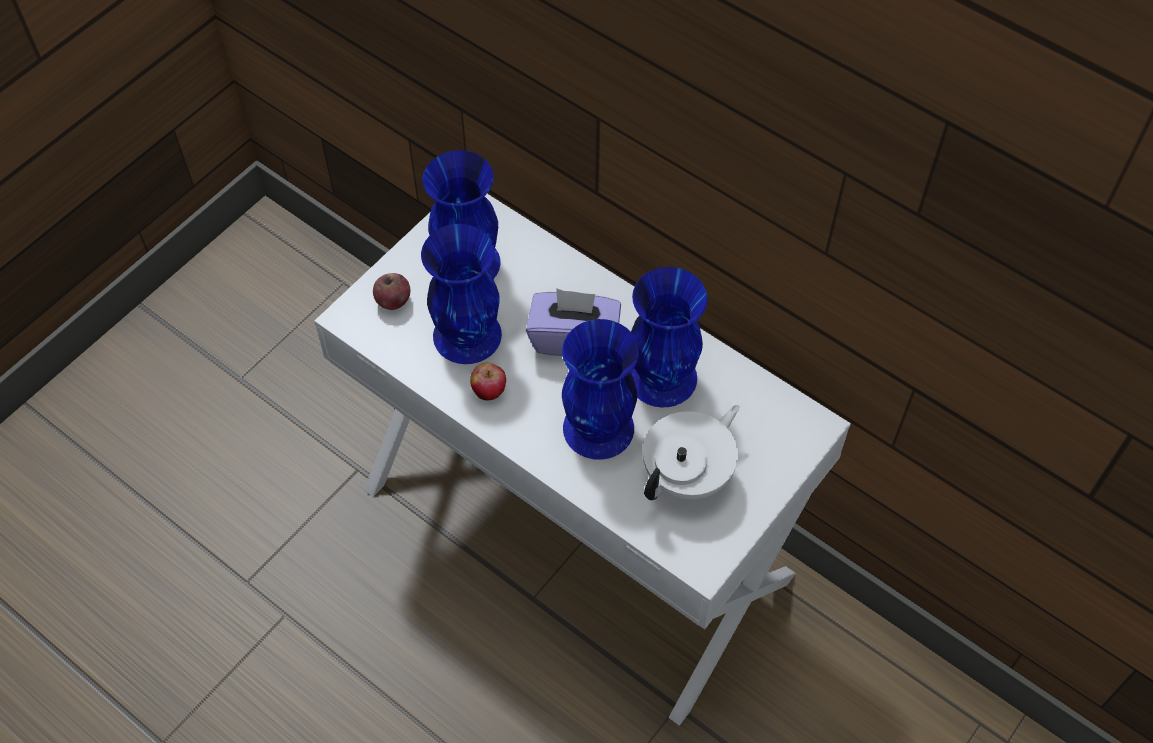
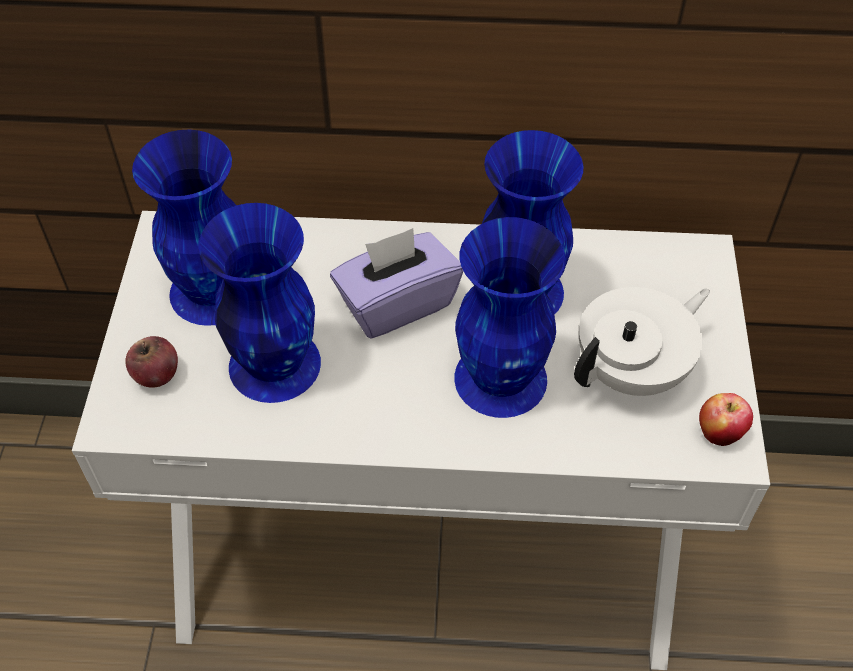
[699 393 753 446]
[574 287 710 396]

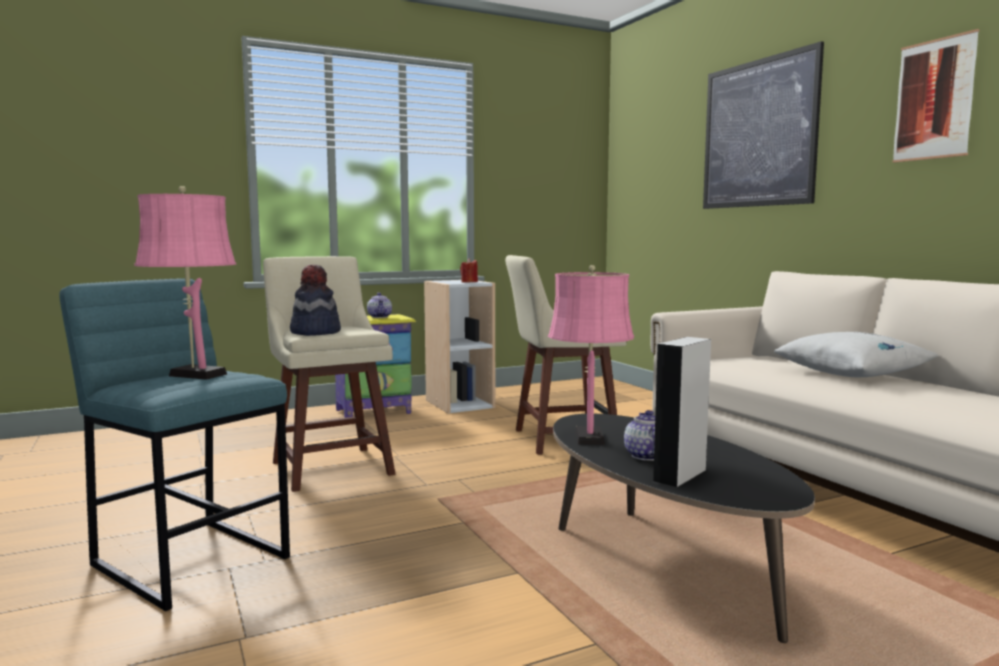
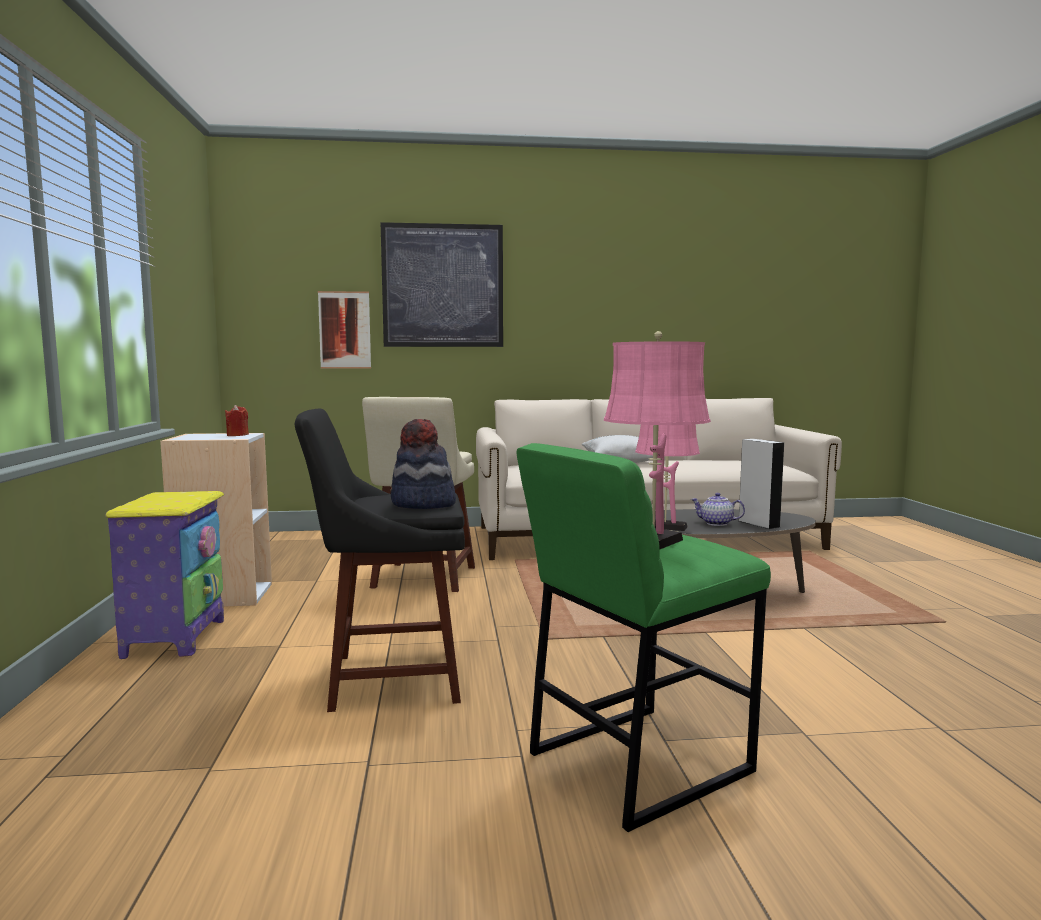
[517 443 771 832]
[295 409 465 712]
[367 293 392 318] (first image)
[318 291 371 369]

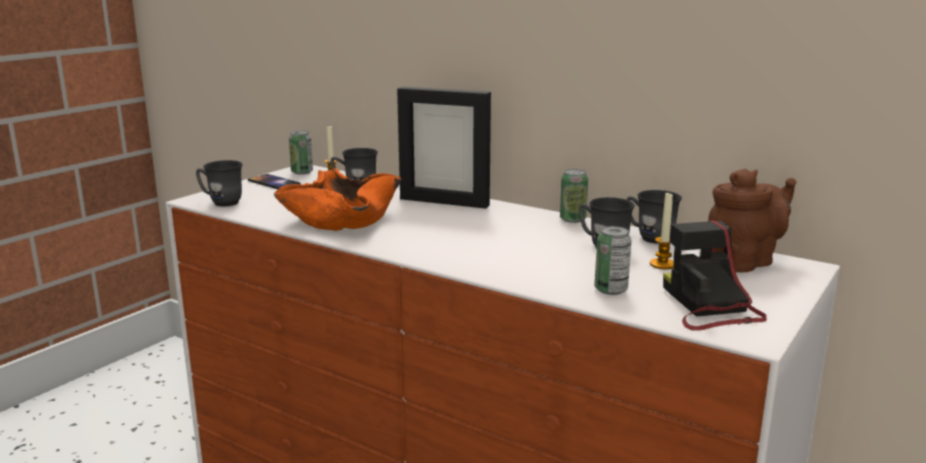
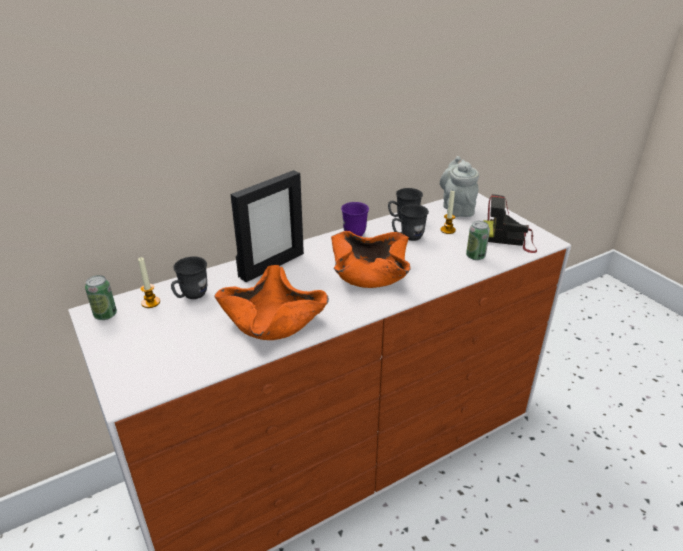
[196 160 242 206] (first image)
[248 174 301 189] (first image)
[341 202 369 237]
[440 156 479 217]
[331 231 411 288]

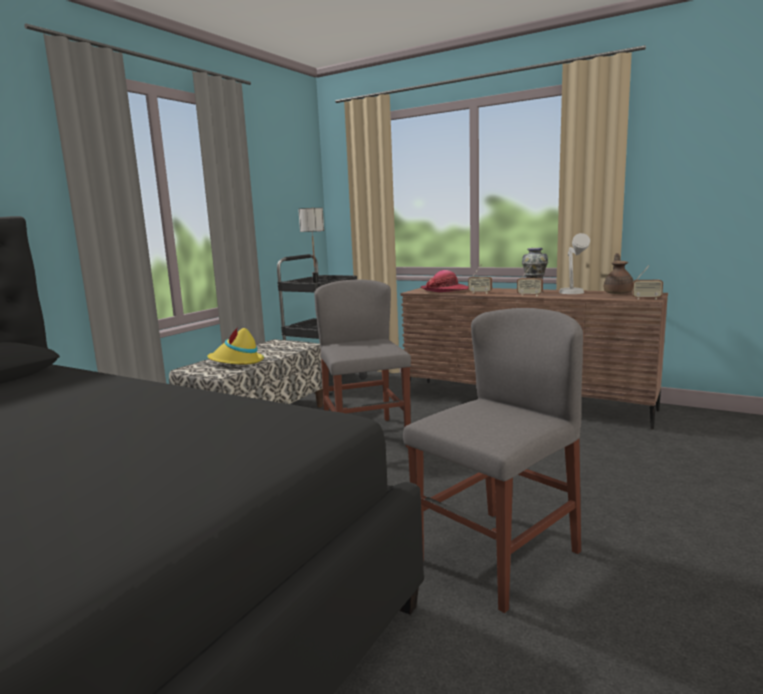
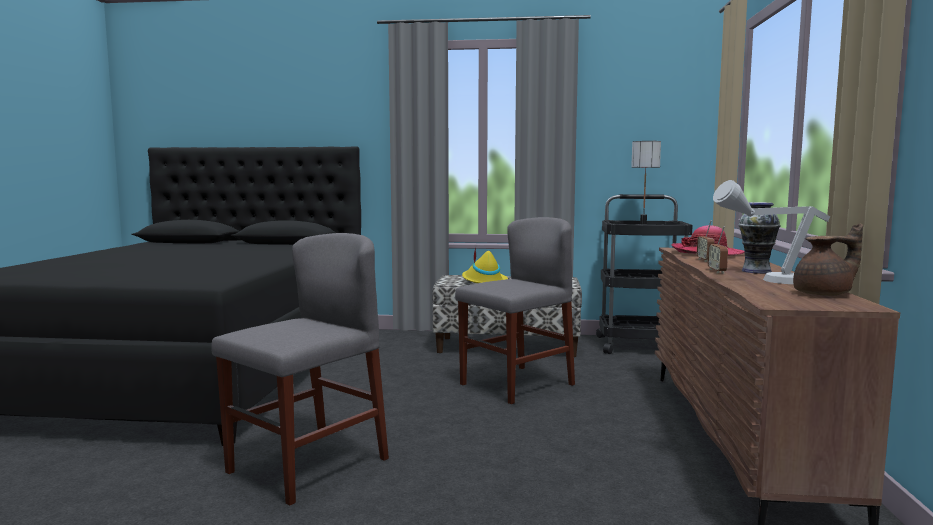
[211 233 389 505]
[632 266 663 299] (first image)

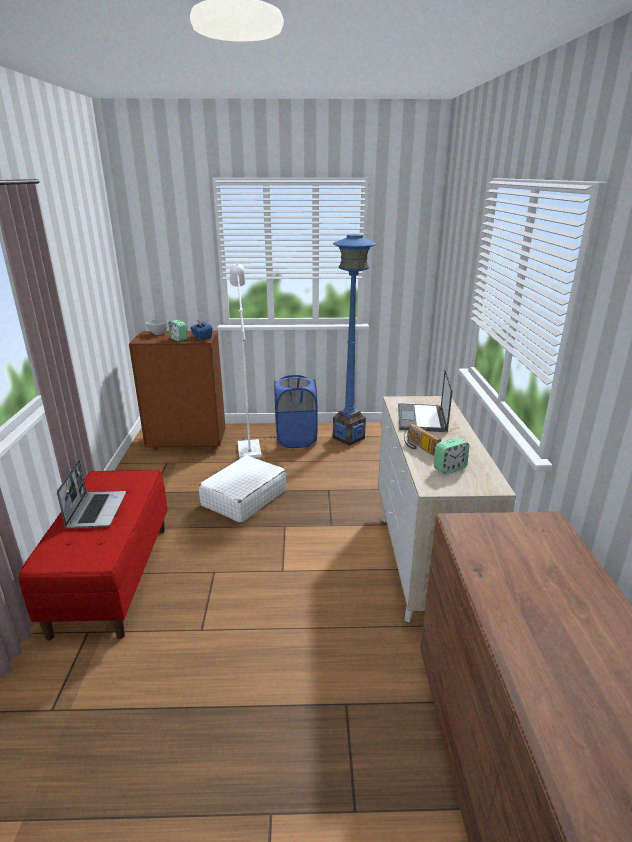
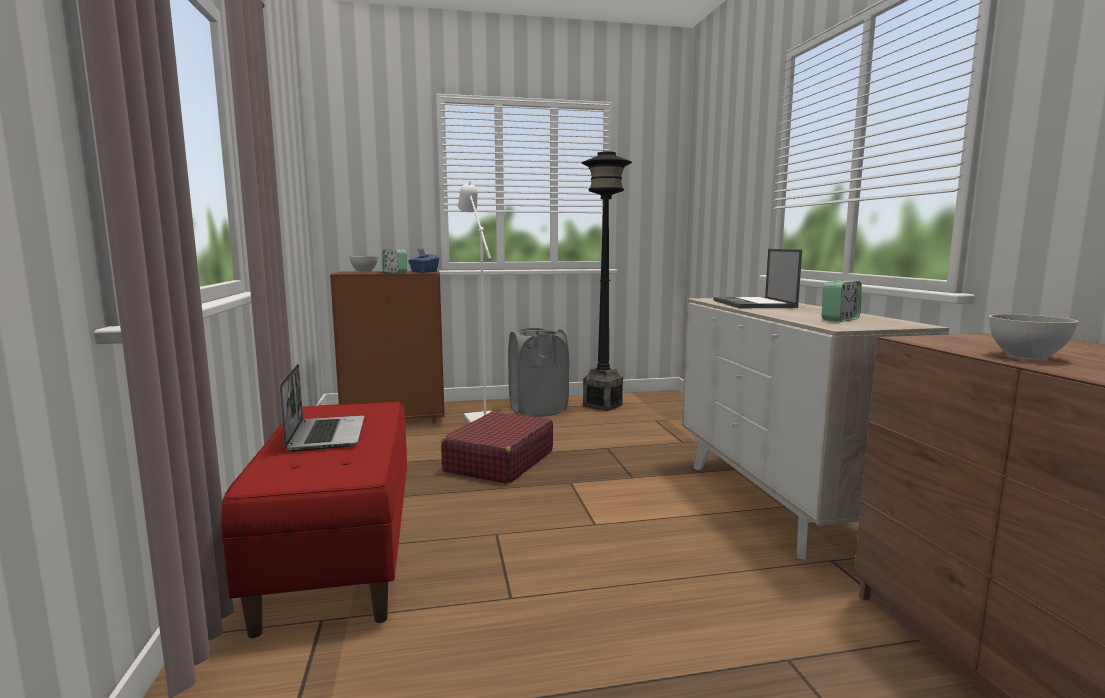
[441 412 553 484]
[508 328 569 417]
[582 151 632 411]
[404 424 441 456] (first image)
[989 314 1078 359]

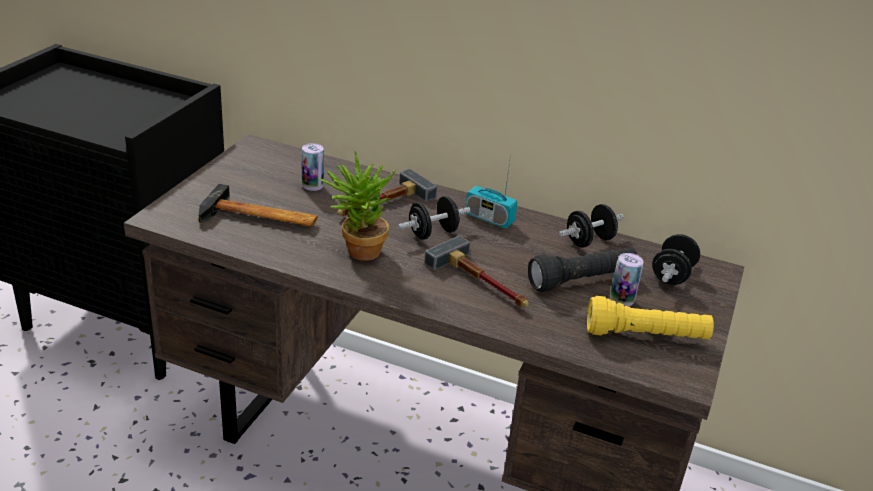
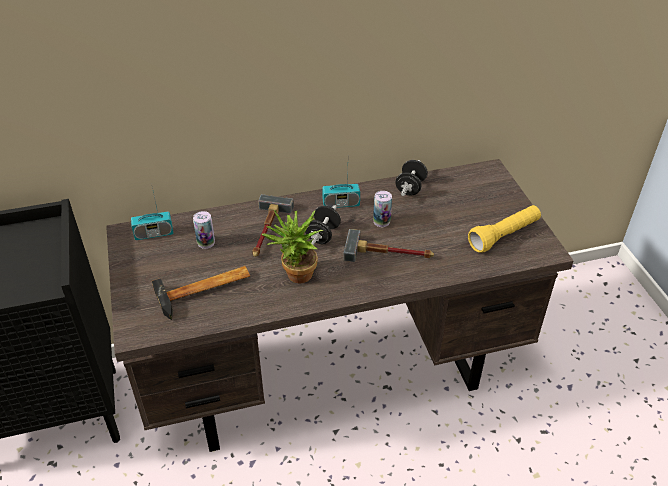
[528 247 637 292] (first image)
[373 191 392 227]
[652 234 700 285] (first image)
[131 188 173 240]

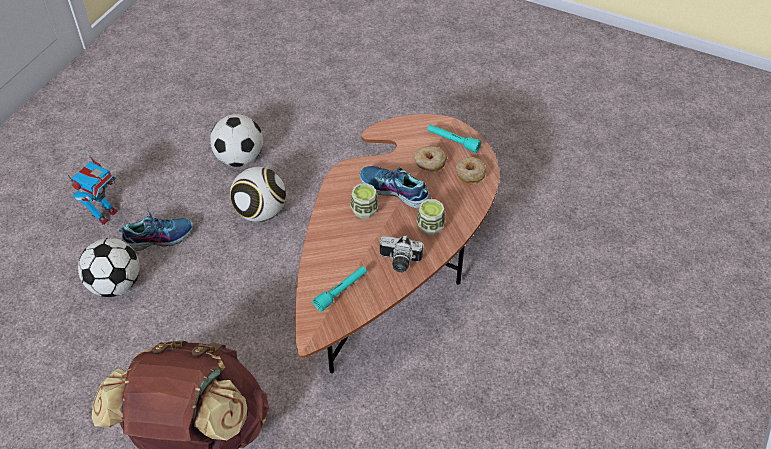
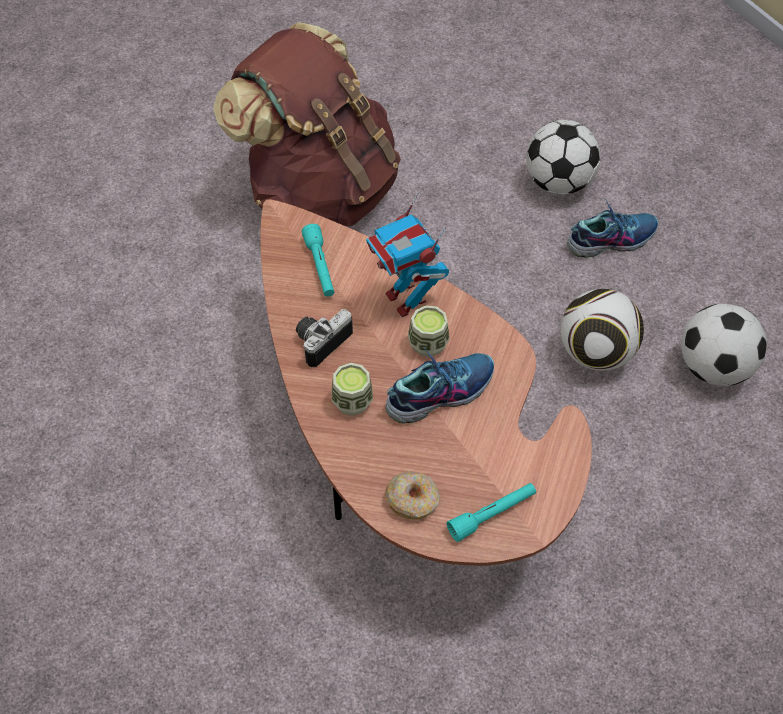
[366 192 449 317]
[567 199 658 258]
[414 146 447 172] (first image)

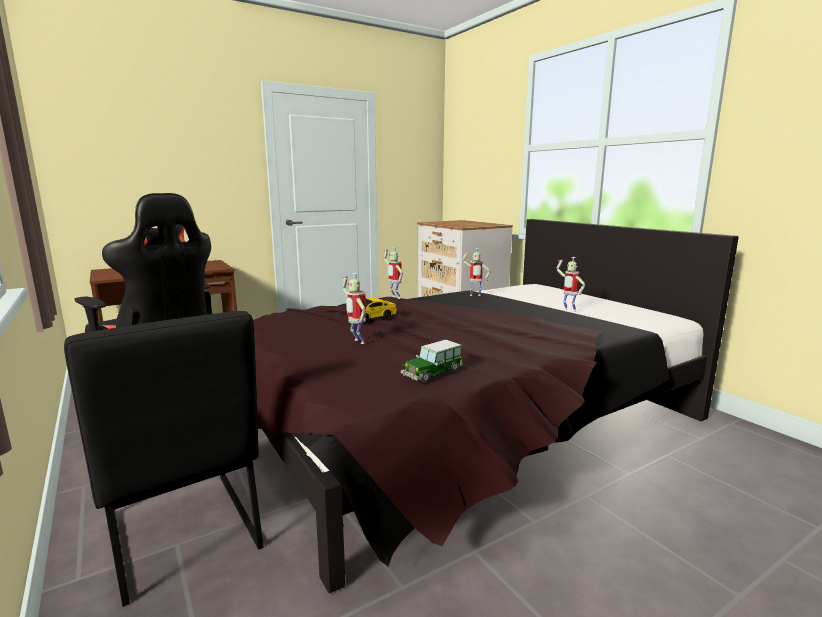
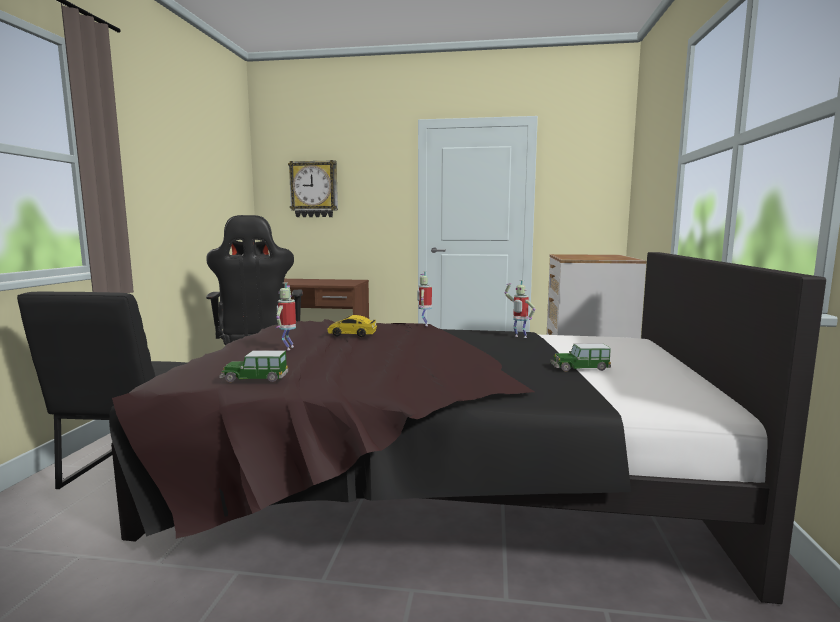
[550 343 611 372]
[288 160 338 217]

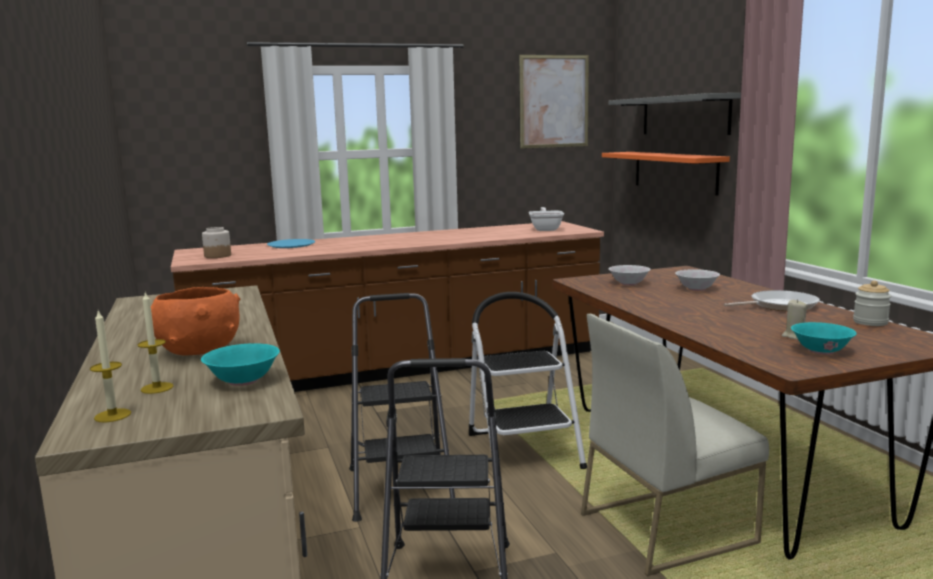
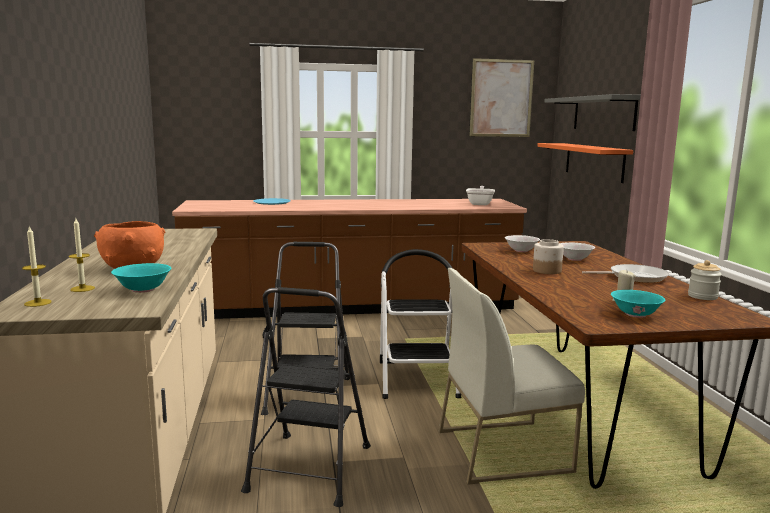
[533 239 564 274]

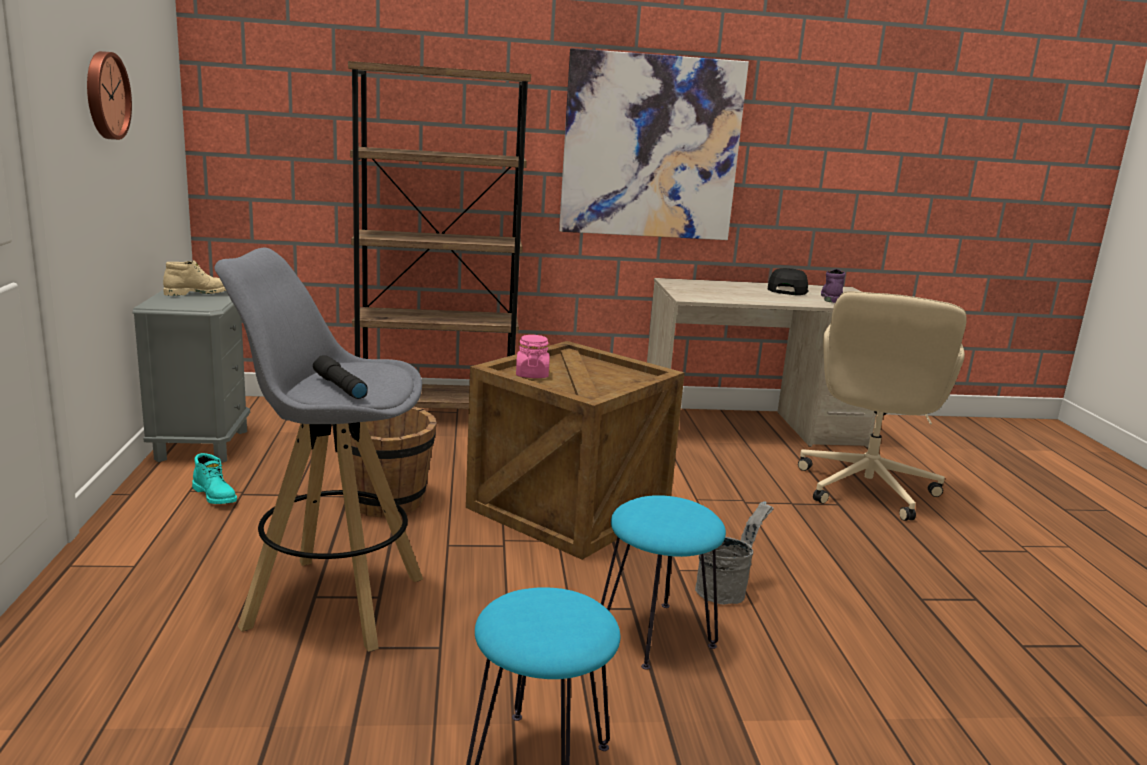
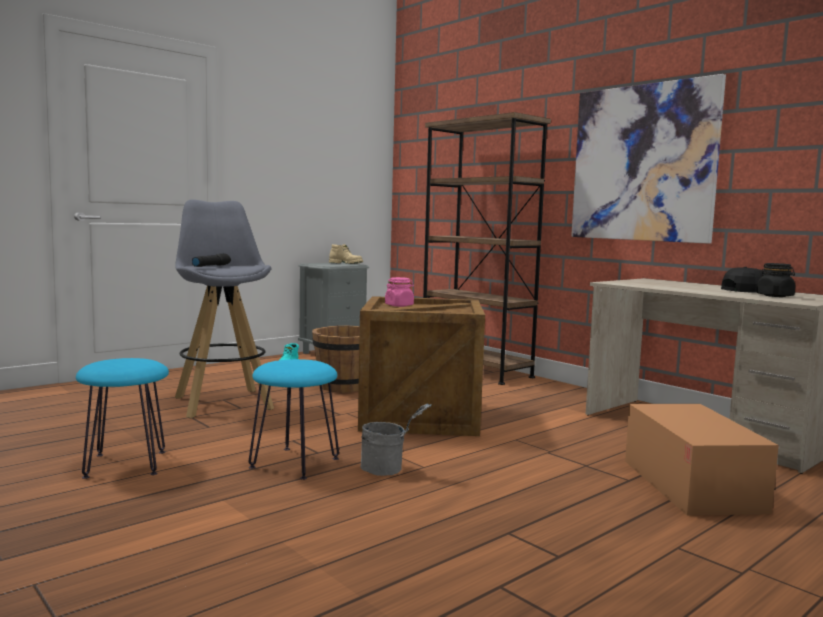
[87 51 132 140] (first image)
[625 404 779 516]
[757 263 796 297]

